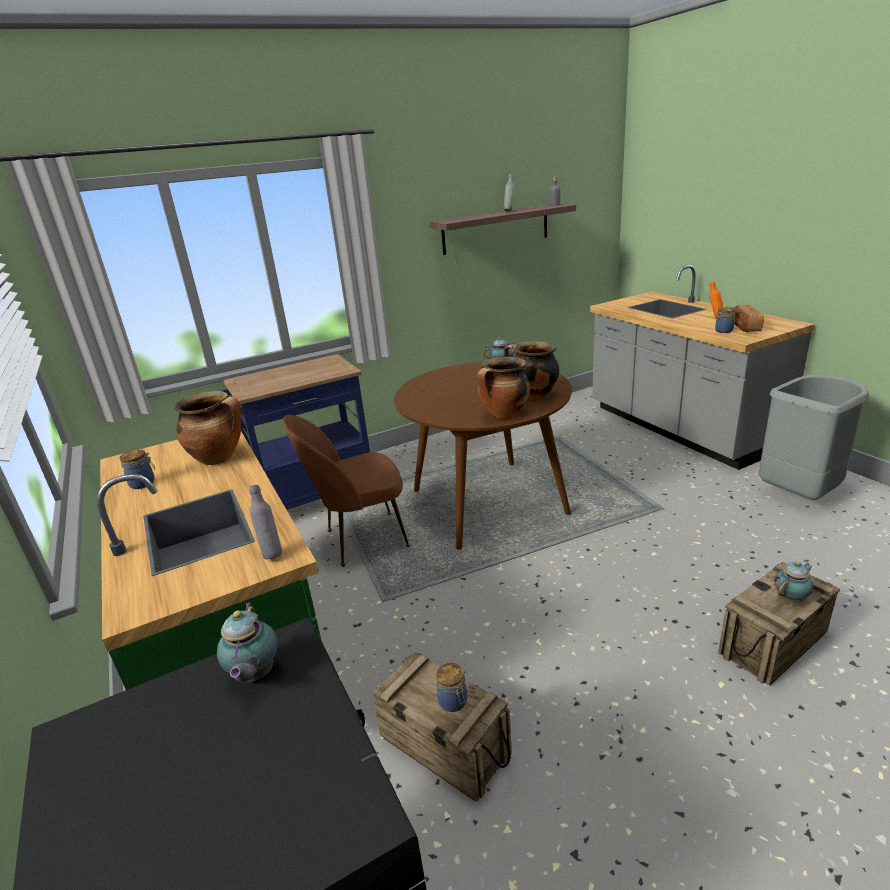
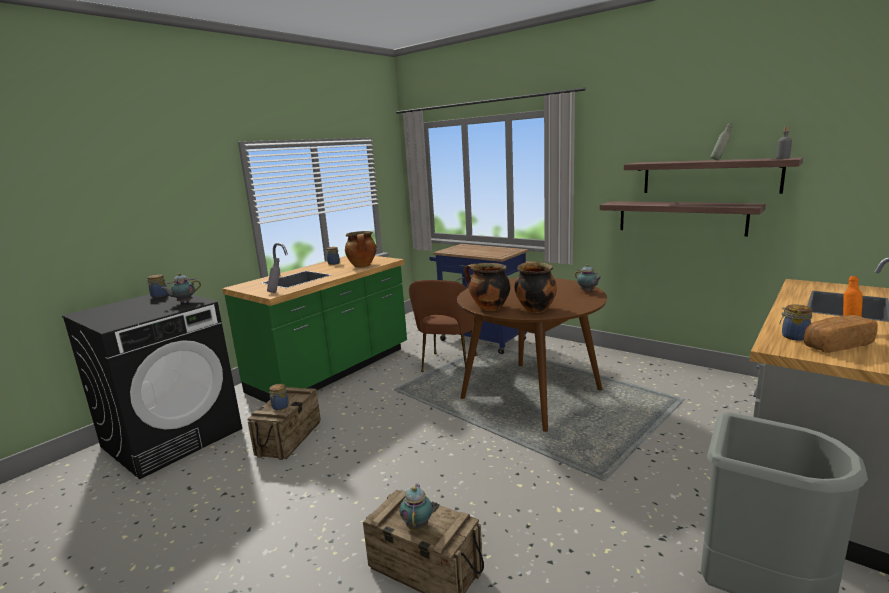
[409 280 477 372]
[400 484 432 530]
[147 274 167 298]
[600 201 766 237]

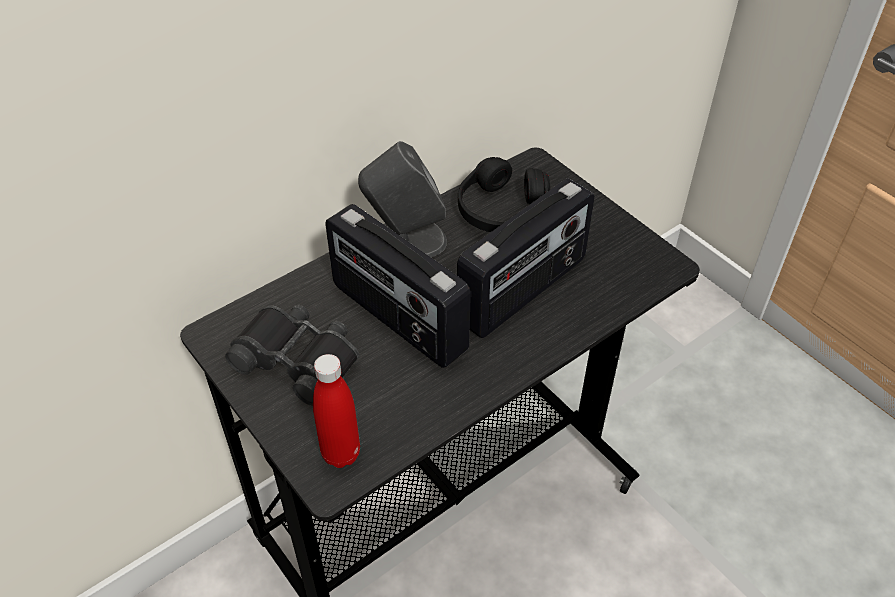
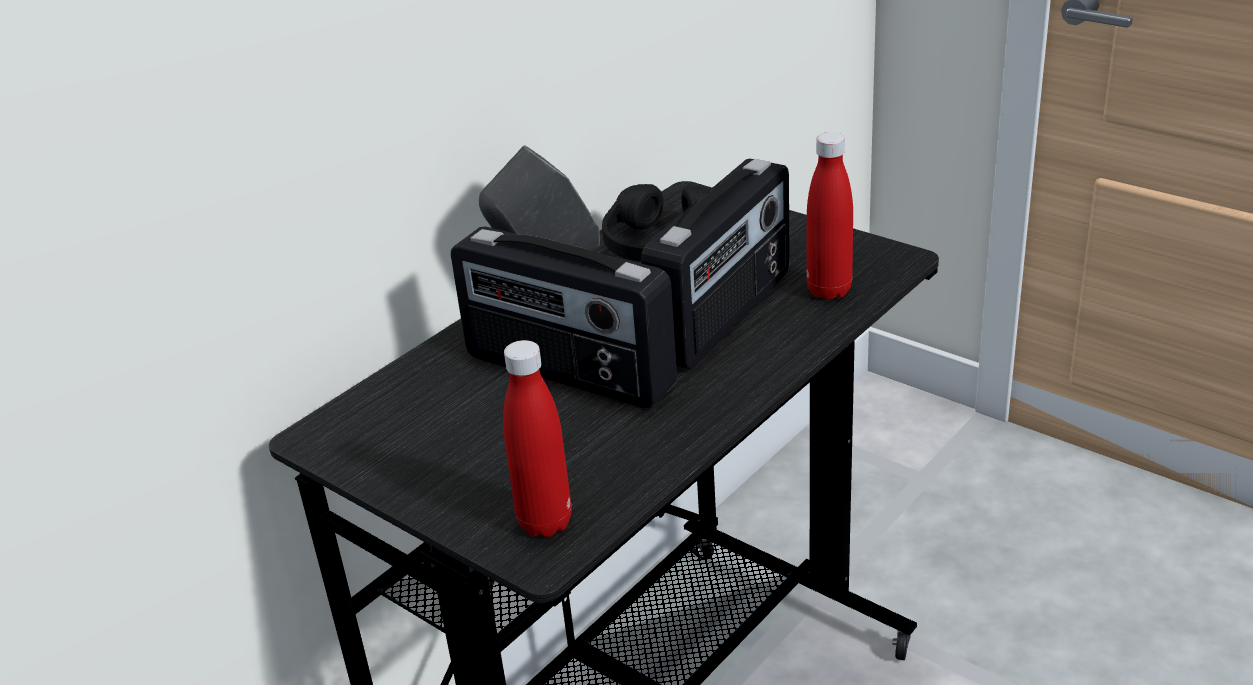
[225 304 359 406] (first image)
[806 132 853 300]

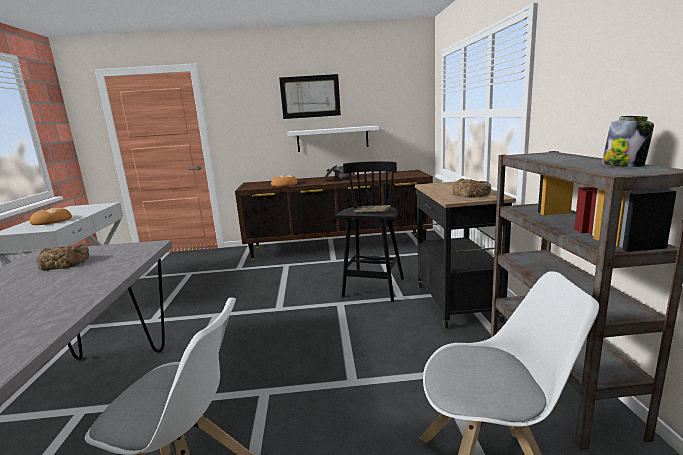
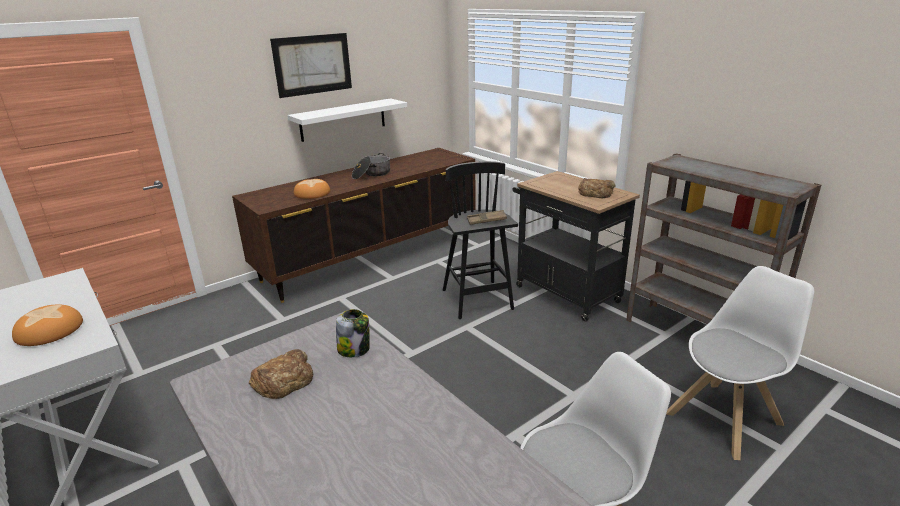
[336 309 370 357]

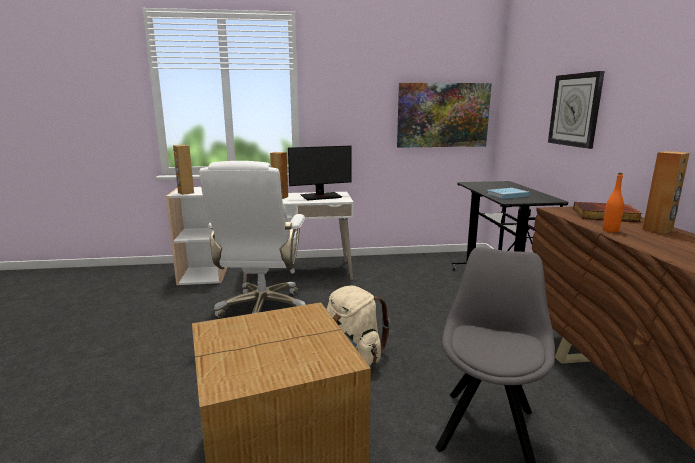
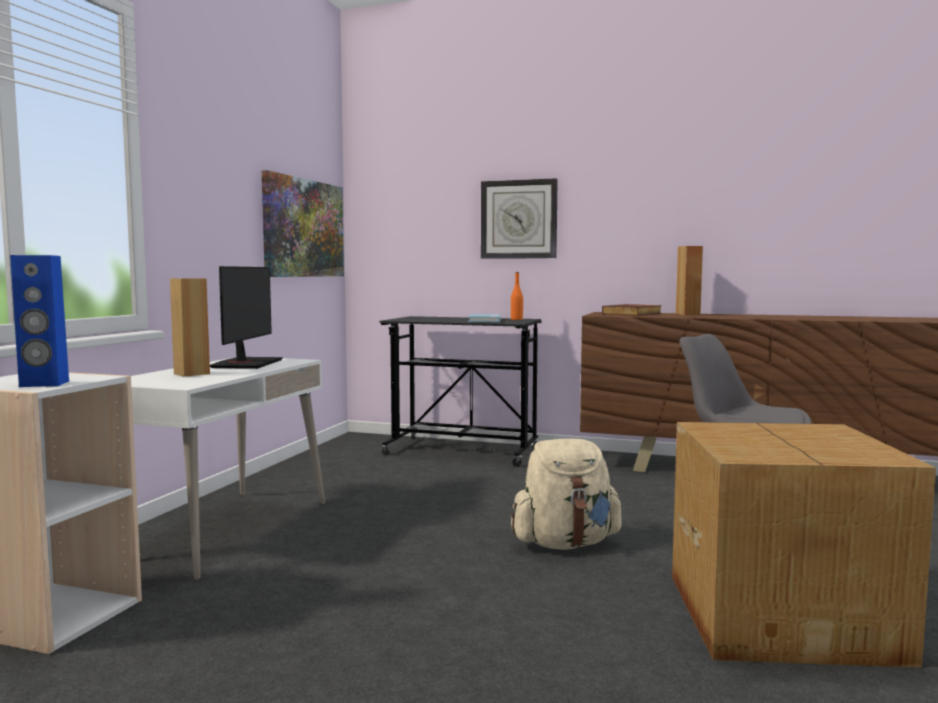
[10 255 69 387]
[199 161 306 318] (first image)
[511 272 523 320]

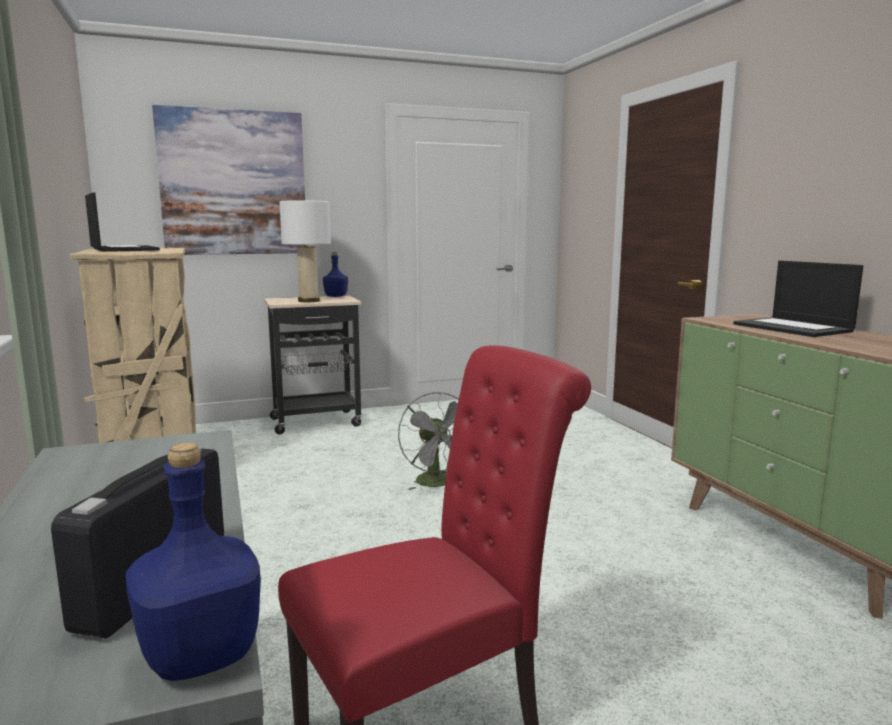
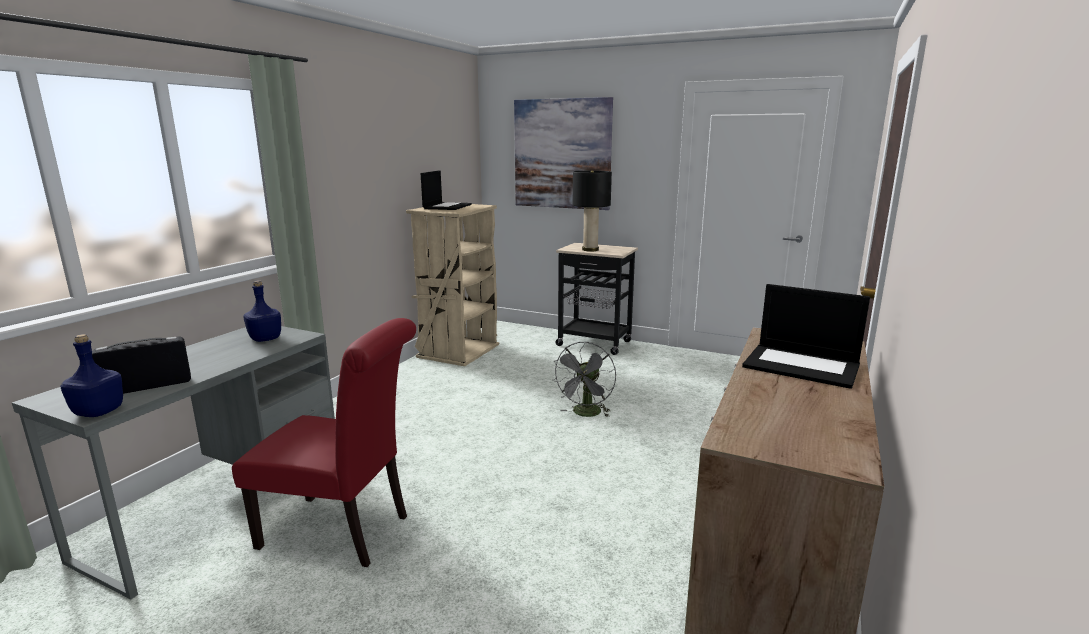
[573 170 612 251]
[243 280 281 342]
[742 284 870 389]

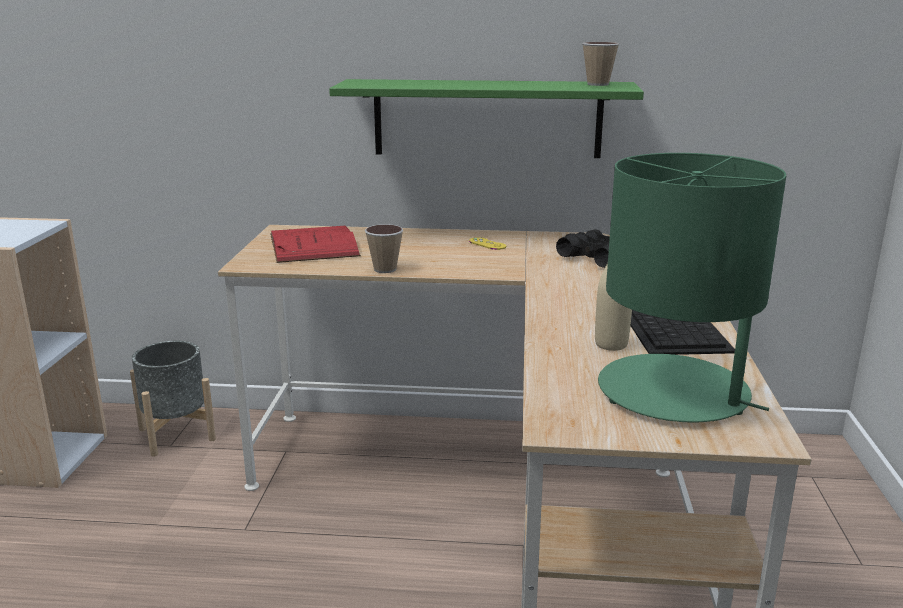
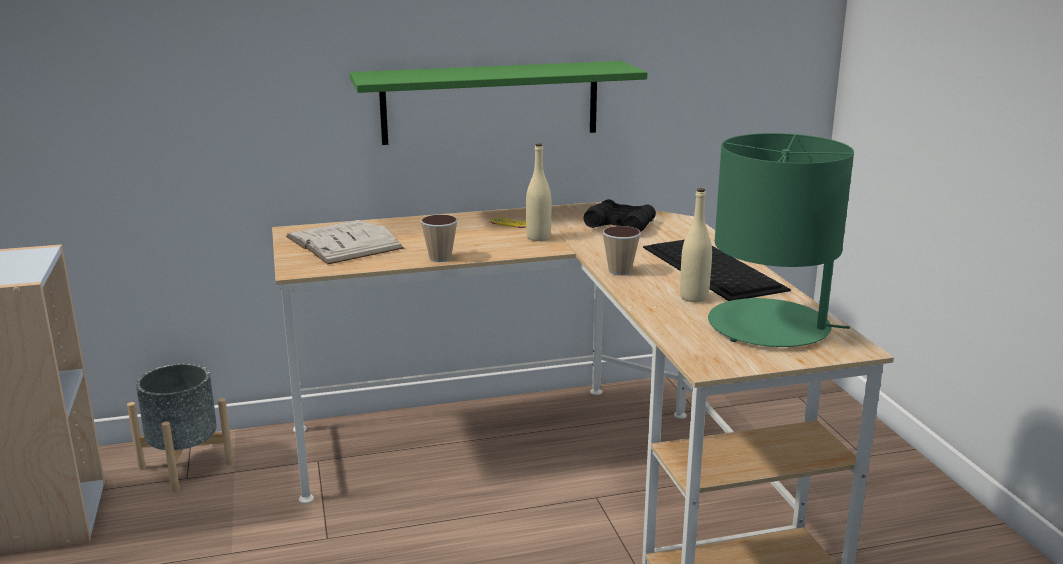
[286 220 404 265]
[602 226 641 275]
[526 143 551 241]

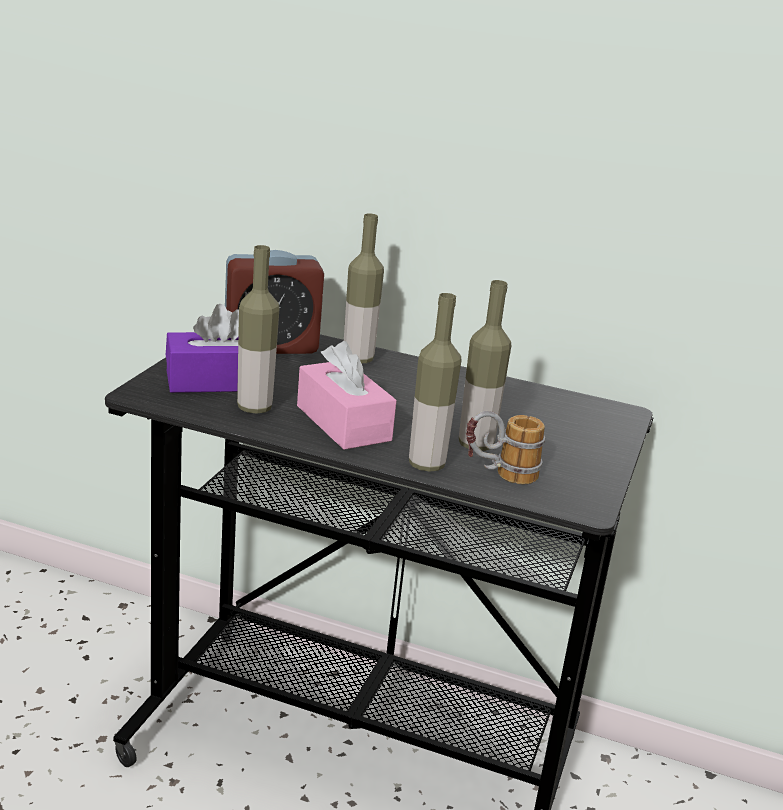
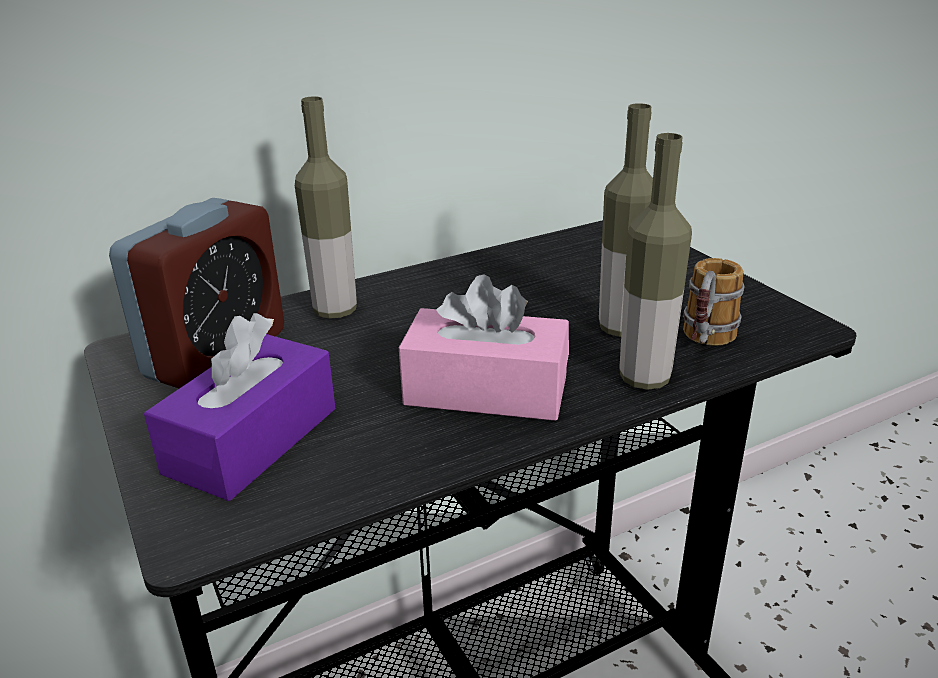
[237 245 280 414] (first image)

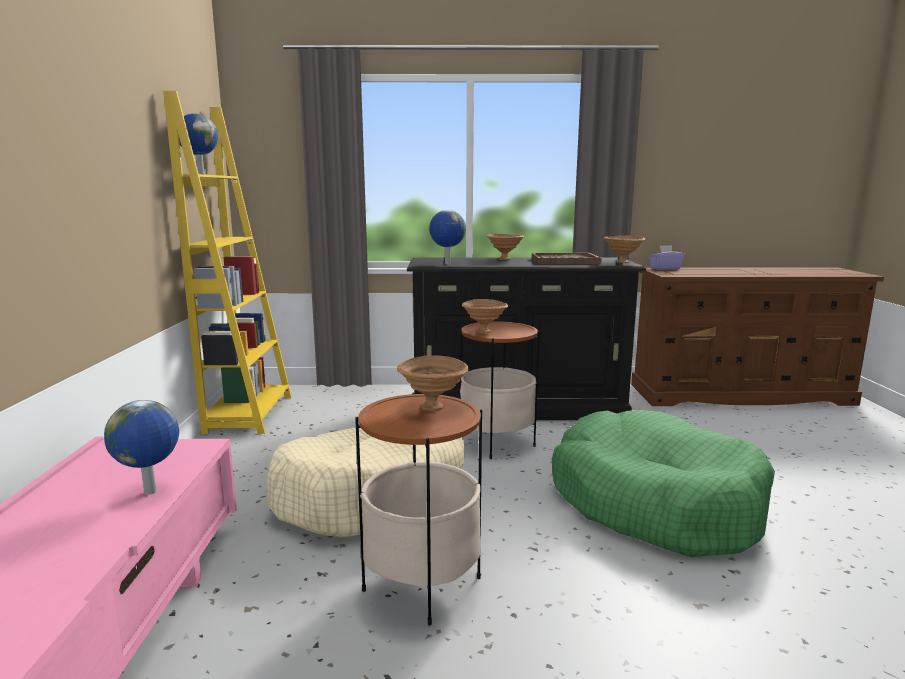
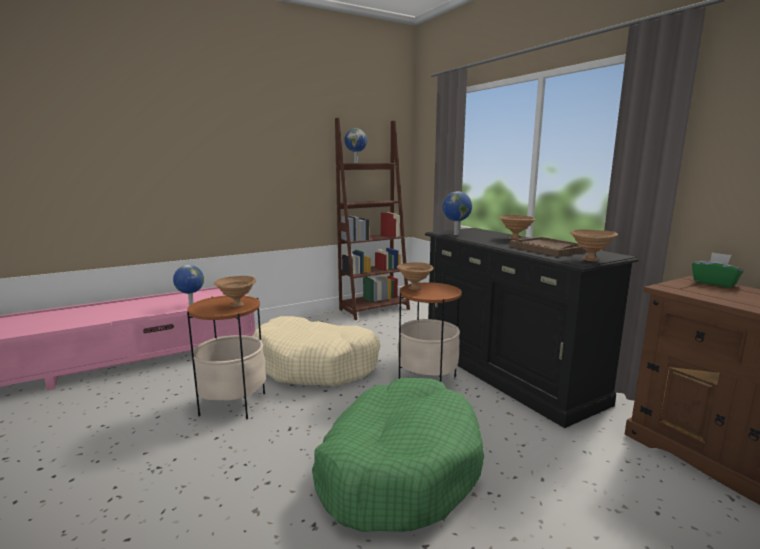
[335 118 410 320]
[692 252 744 288]

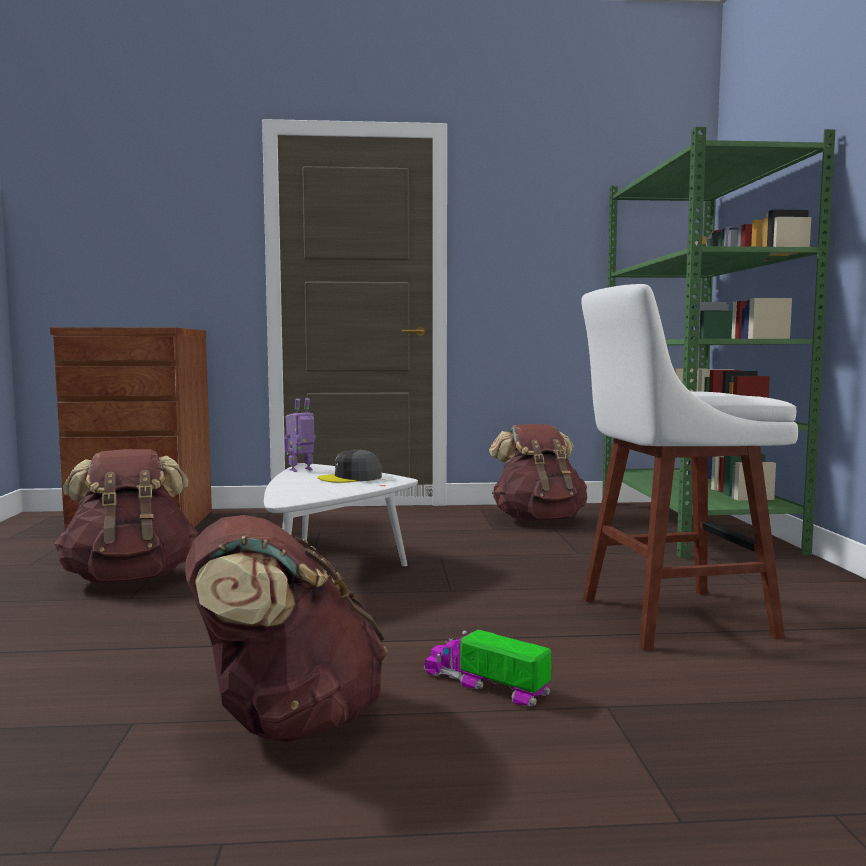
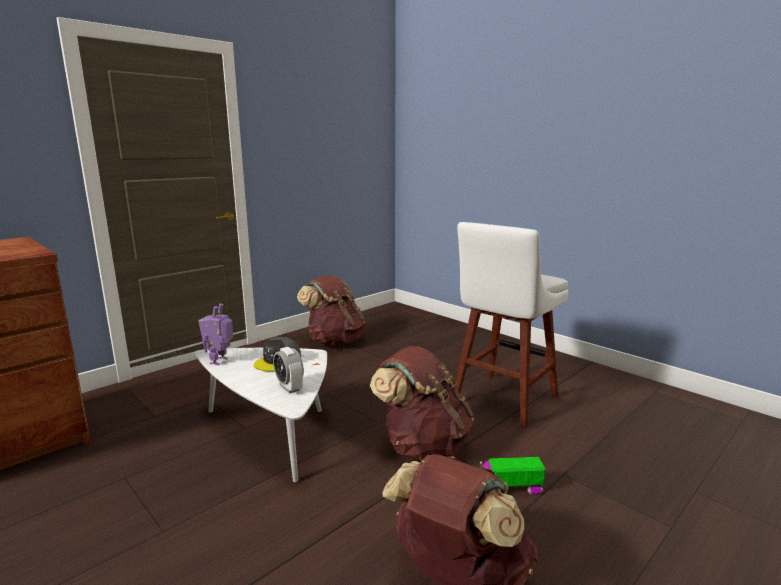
[370 346 474 460]
[602 127 836 558] (first image)
[273 347 304 393]

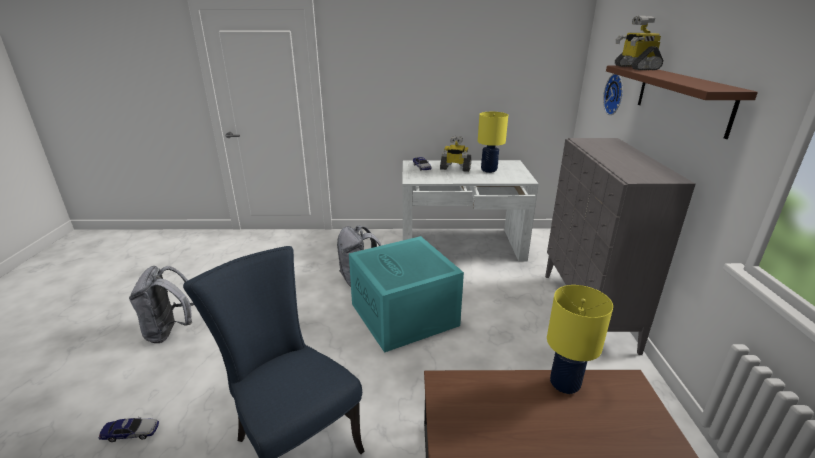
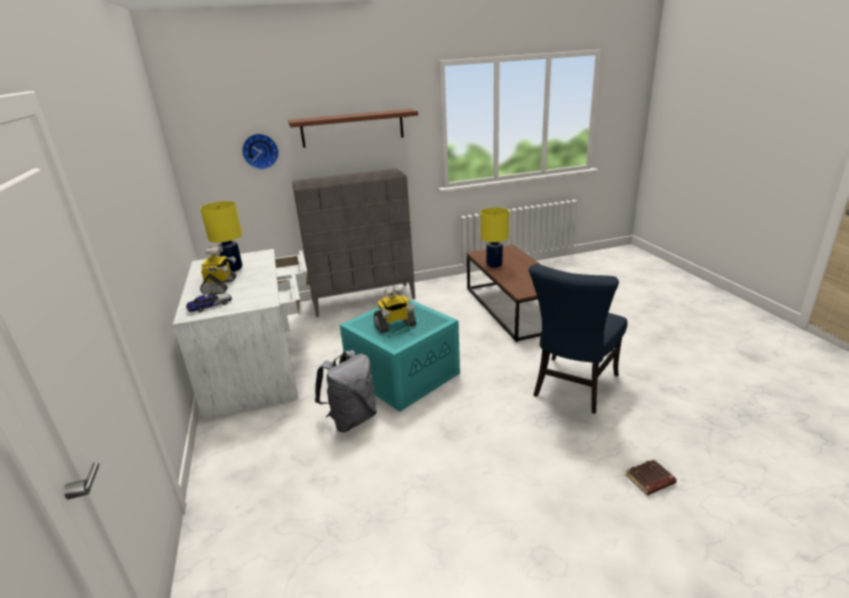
[625 459 677 495]
[129 266 194 343] (first image)
[374 286 416 333]

